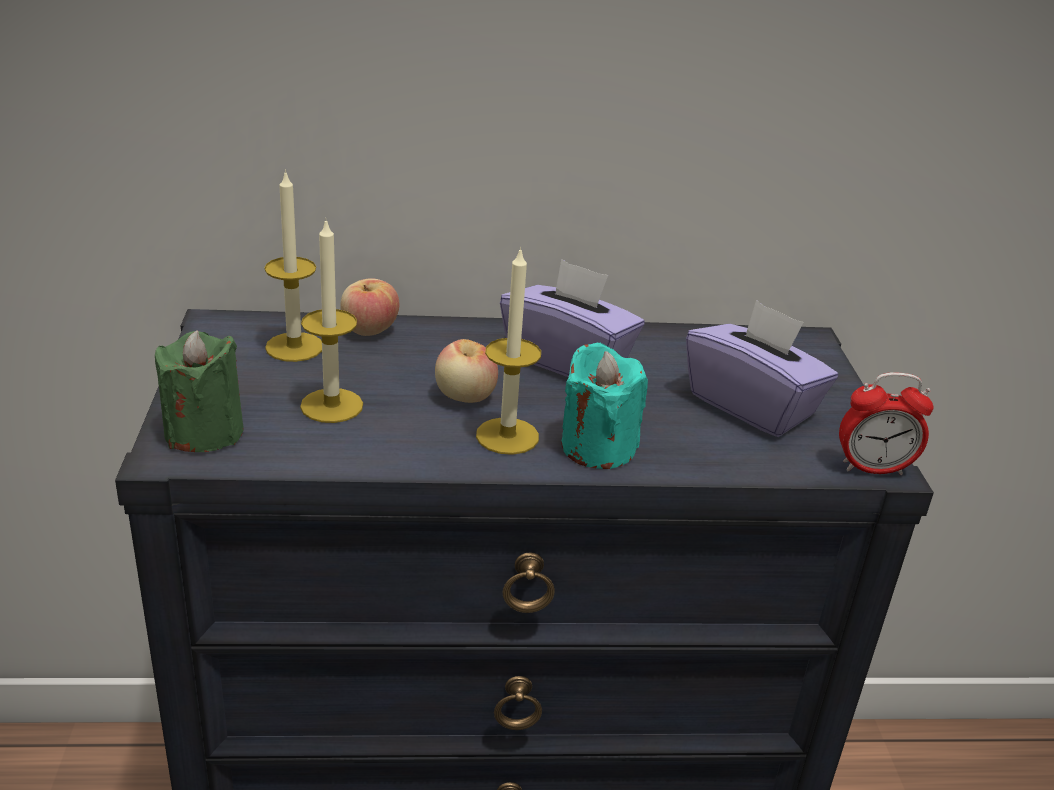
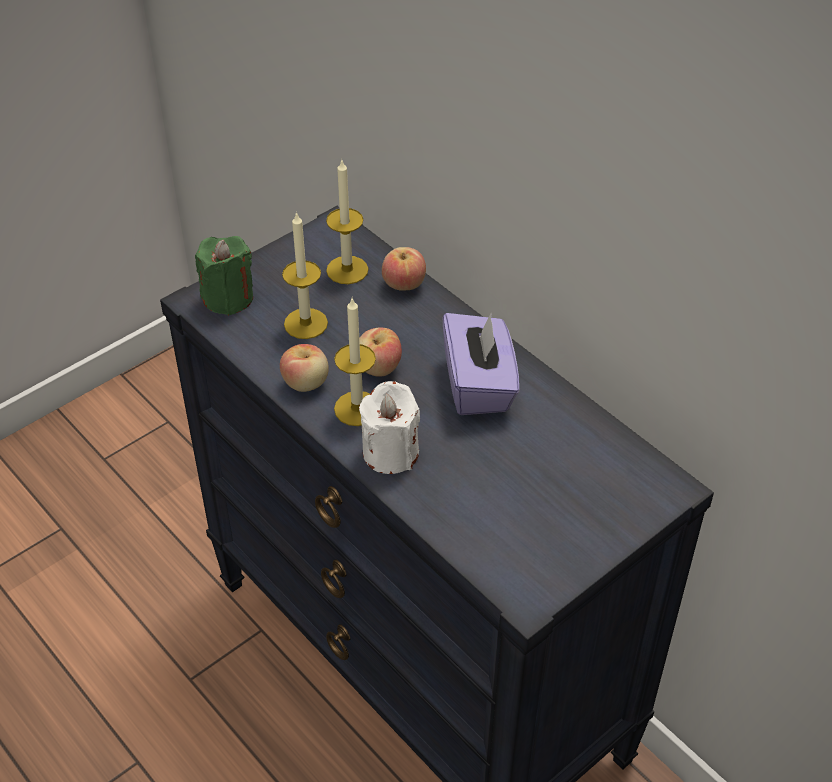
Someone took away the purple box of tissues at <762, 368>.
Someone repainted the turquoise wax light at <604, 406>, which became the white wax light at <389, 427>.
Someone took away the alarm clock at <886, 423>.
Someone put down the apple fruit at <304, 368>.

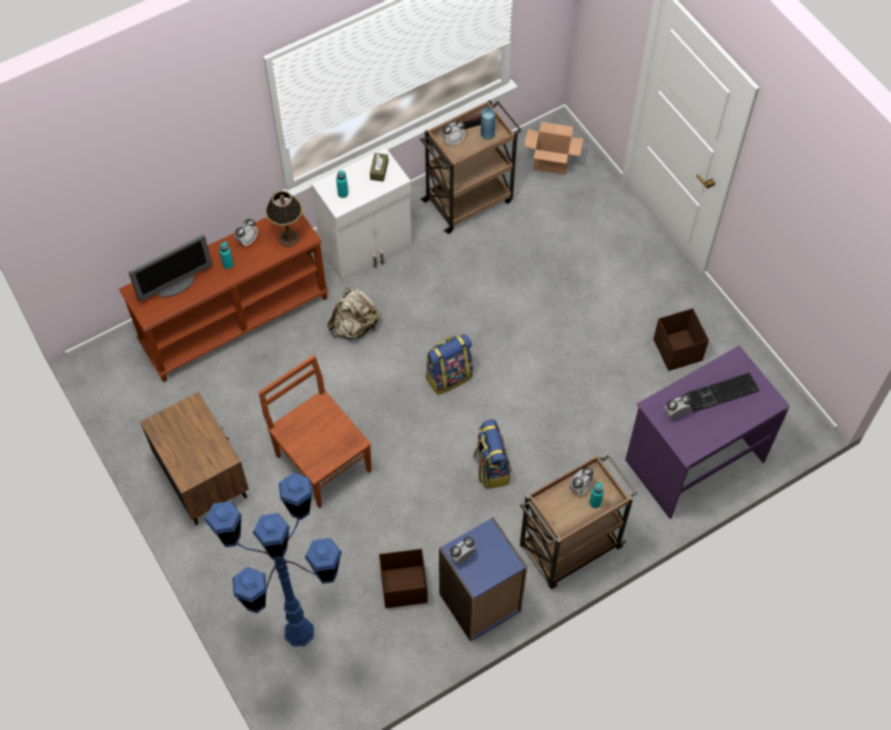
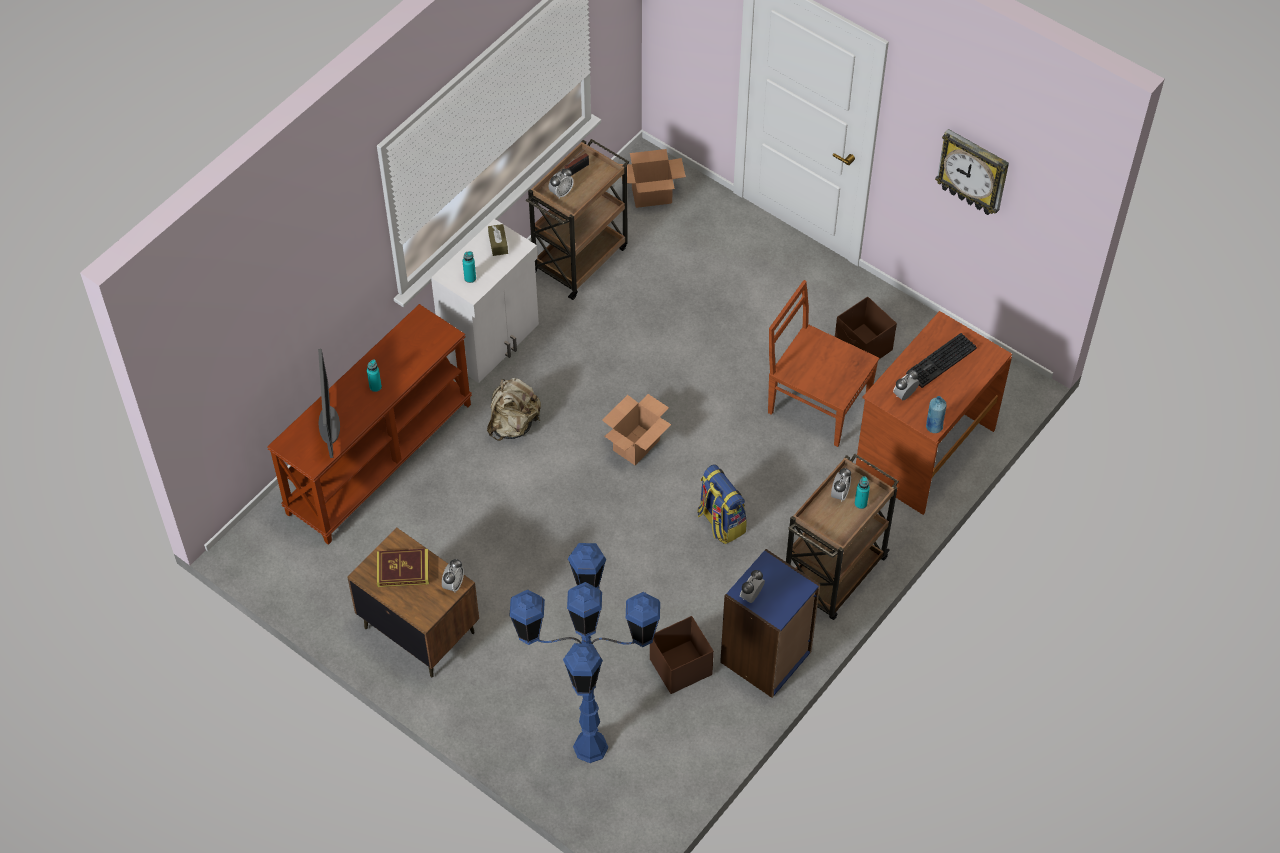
Someone carried the bluish bottle from <488, 123> to <936, 414>.
Someone took away the table lamp at <284, 219>.
Someone carried the alarm clock from <246, 232> to <453, 575>.
Someone rotated the monitor at <170, 268> by 45 degrees counterclockwise.
Someone swapped the backpack at <449, 364> for the cardboard box at <636, 429>.
Someone repainted the purple desk unit at <707, 432>, which became the brown desk unit at <934, 413>.
Someone carried the brown upright chair from <314, 431> to <823, 363>.
Someone put up the wall clock at <972, 172>.
Someone put down the volume at <403, 568>.

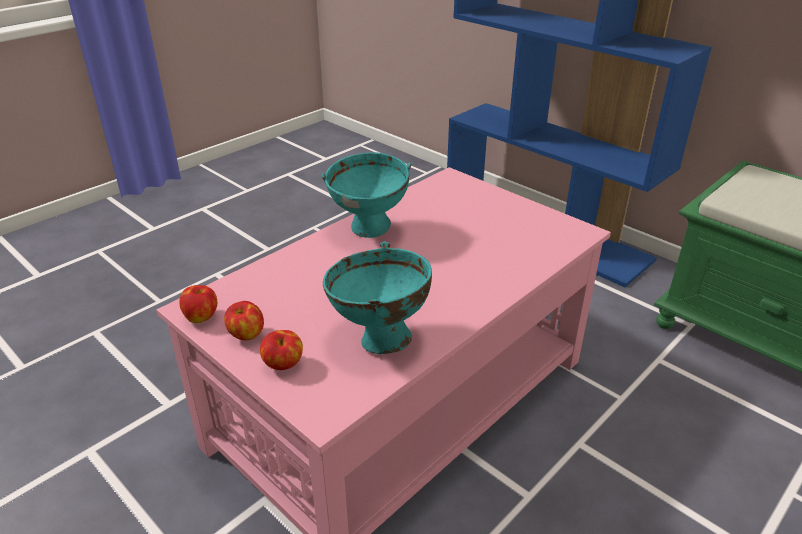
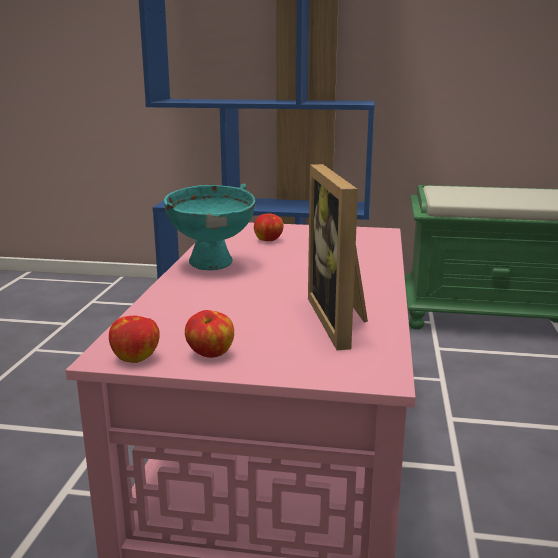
Someone swapped the turquoise deep dish at <377, 297> for the picture frame at <338, 257>.
Someone carried the apple fruit from <281, 350> to <269, 227>.

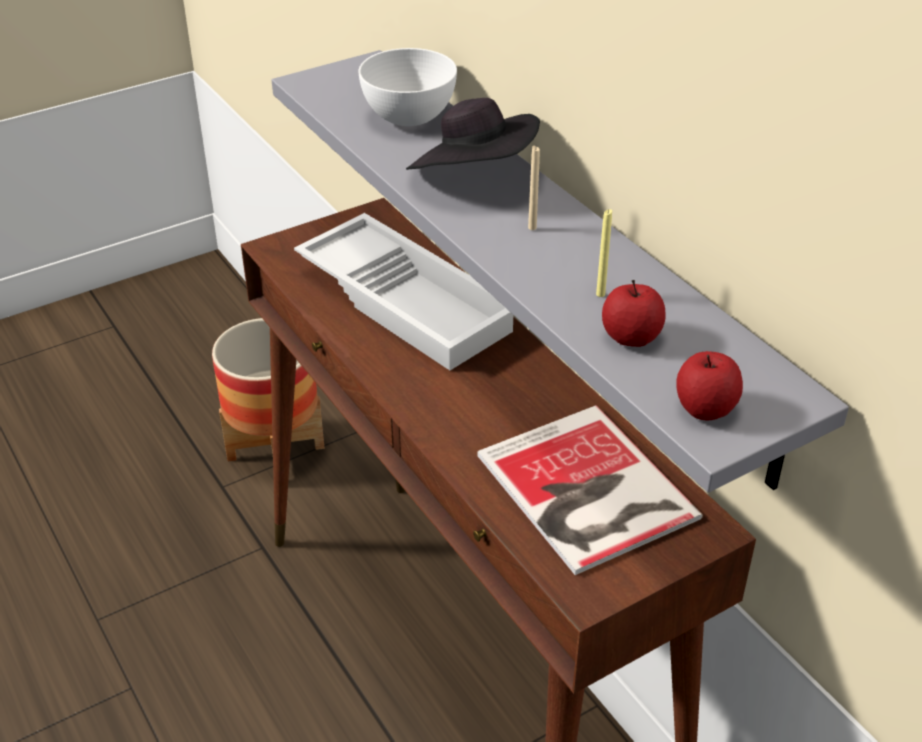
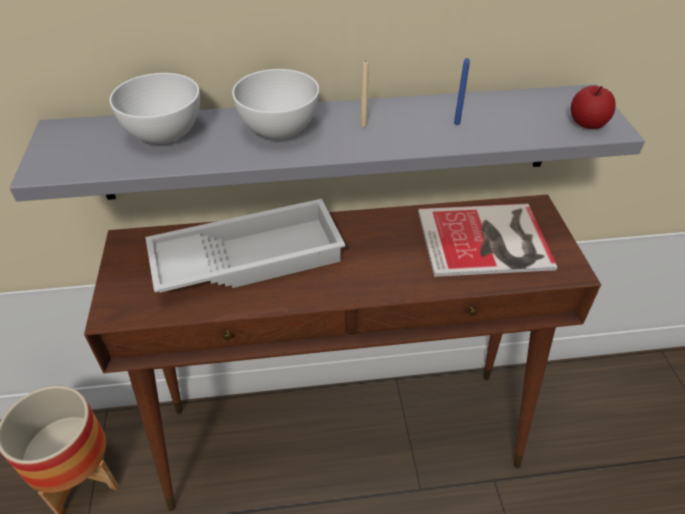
Someone swapped the blackish clothing hat at <473, 134> for the white deep dish at <275, 104>.
Someone repainted the yellow wax light at <604, 253>, which became the bluish wax light at <462, 91>.
Someone took away the apple fruit at <633, 313>.

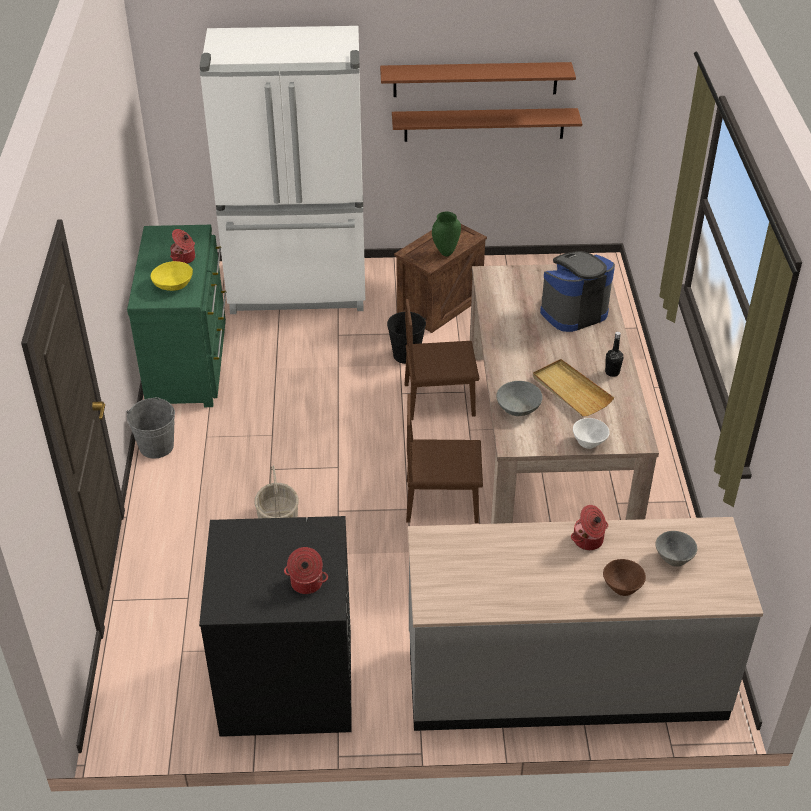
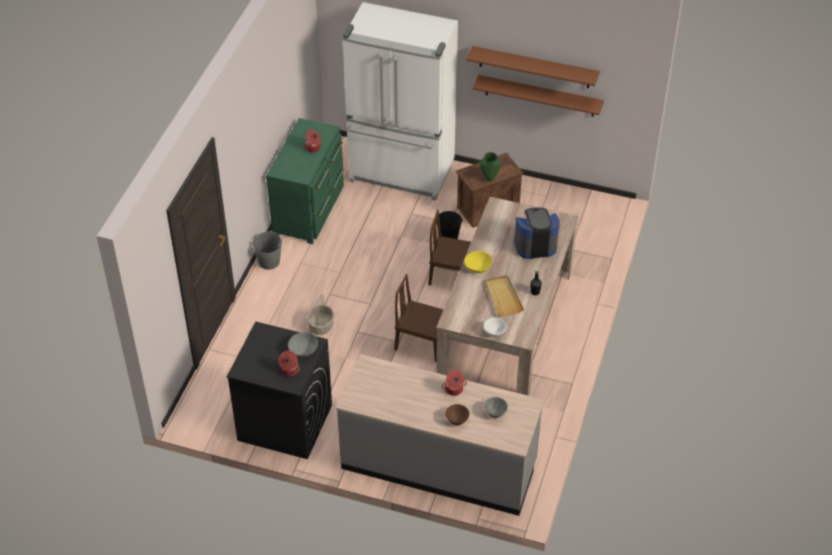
Someone carried the yellow deep dish from <172, 276> to <478, 262>.
Someone carried the greyish deep dish from <519, 398> to <303, 344>.

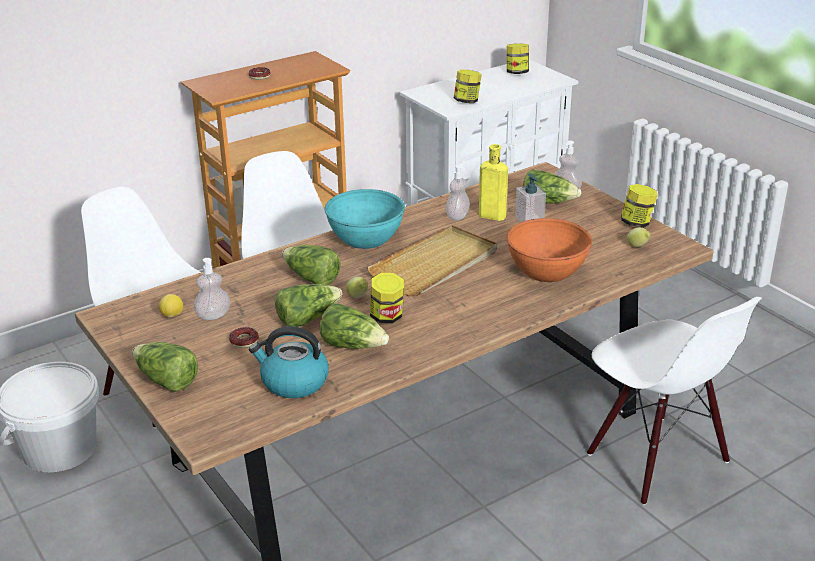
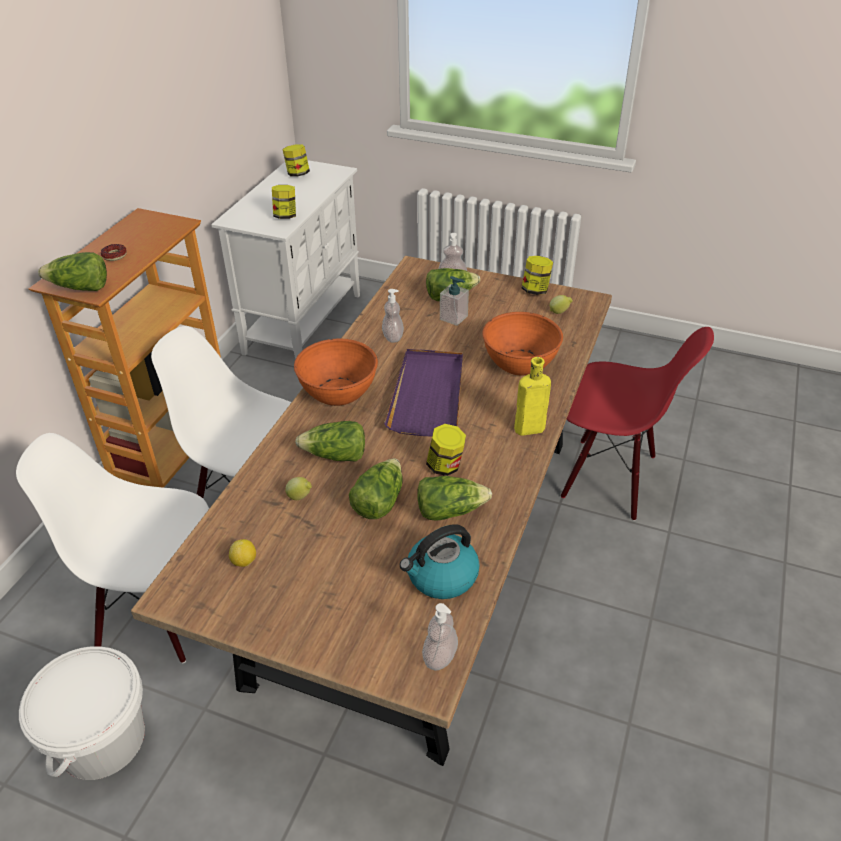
Someone carried the yellow bottle from <493, 182> to <532, 396>.
Someone repainted the turquoise deep dish at <364, 219>, which became the orange-coloured deep dish at <336, 372>.
Someone repainted the beige tray at <432, 260>, which became the purple tray at <423, 392>.
Someone carried the soap bottle from <212, 289> to <440, 637>.
Someone carried the citrus fruit from <357, 287> to <298, 488>.
Someone repainted the white upright chair at <674, 401>, which became the reddish upright chair at <637, 424>.
Someone took away the donut at <244, 337>.
Someone carried the lettuce head from <165, 367> to <72, 271>.

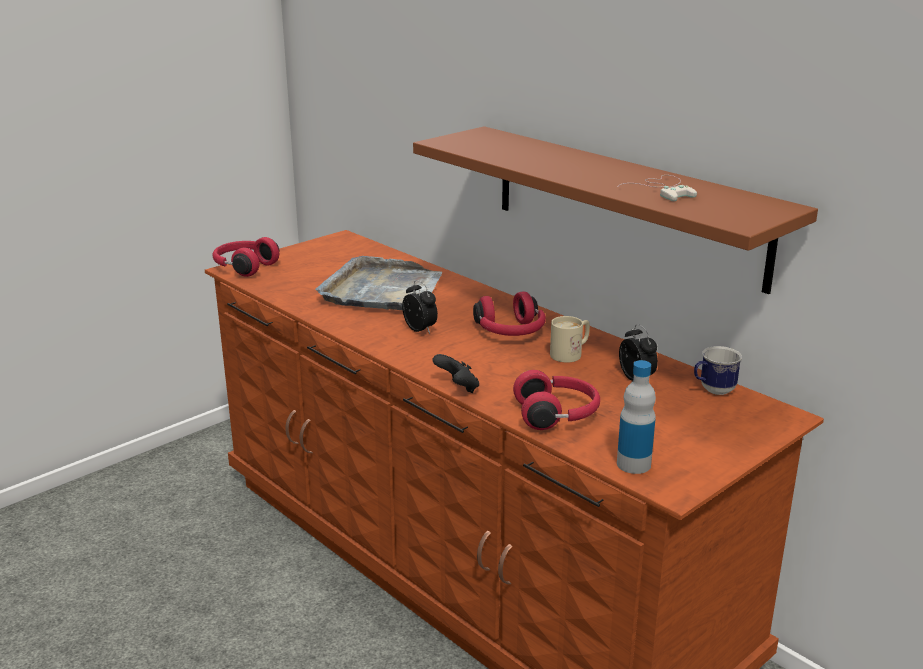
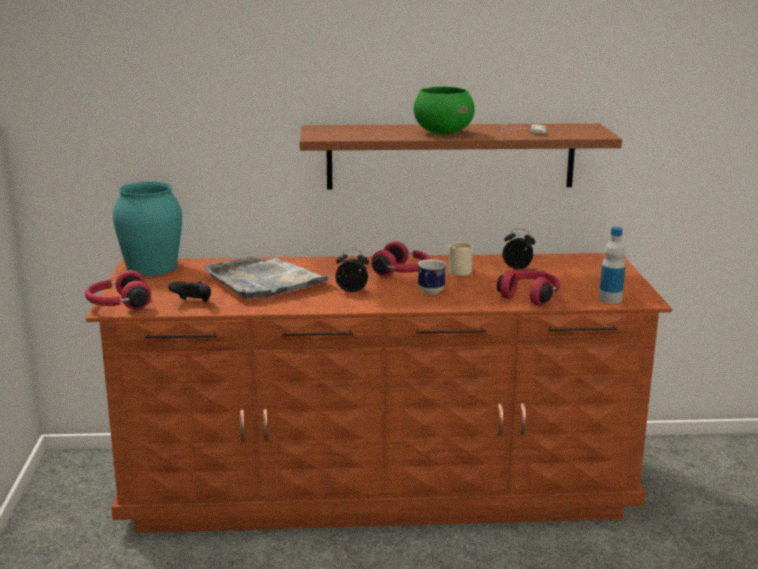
Someone carried the tea mug from <718, 370> to <432, 276>.
Someone carried the blackish gamepad from <455, 373> to <189, 291>.
Someone put down the greenish deep dish at <444, 110>.
Someone put down the turquoise decorative vase at <147, 229>.

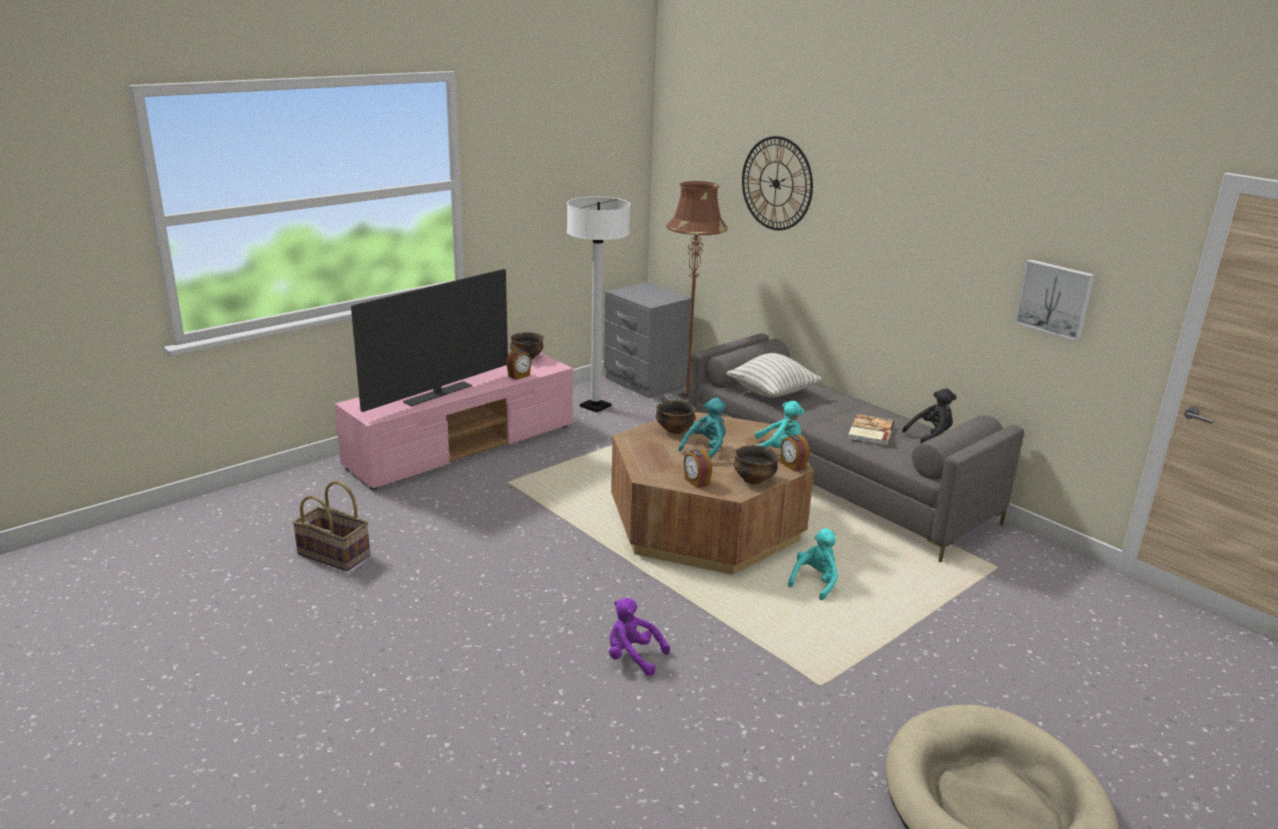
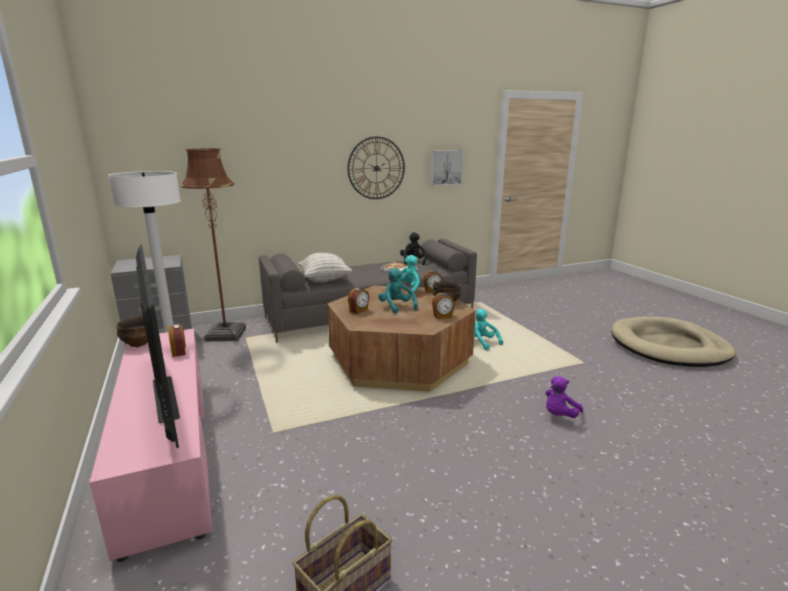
Someone carried the wall clock from <777, 183> to <376, 167>.
Someone swapped the deep dish at <676, 417> for the alarm clock at <358, 300>.

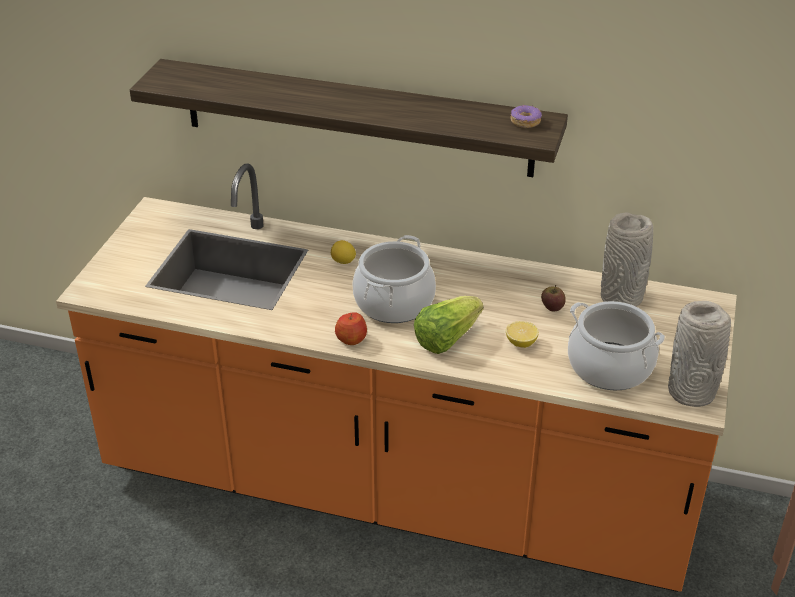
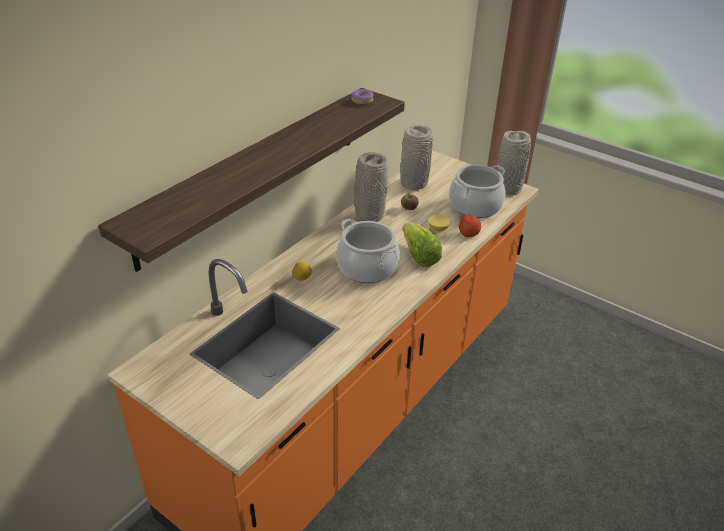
Someone carried the apple fruit from <351, 328> to <470, 226>.
Someone put down the greyish decorative vase at <371, 187>.

